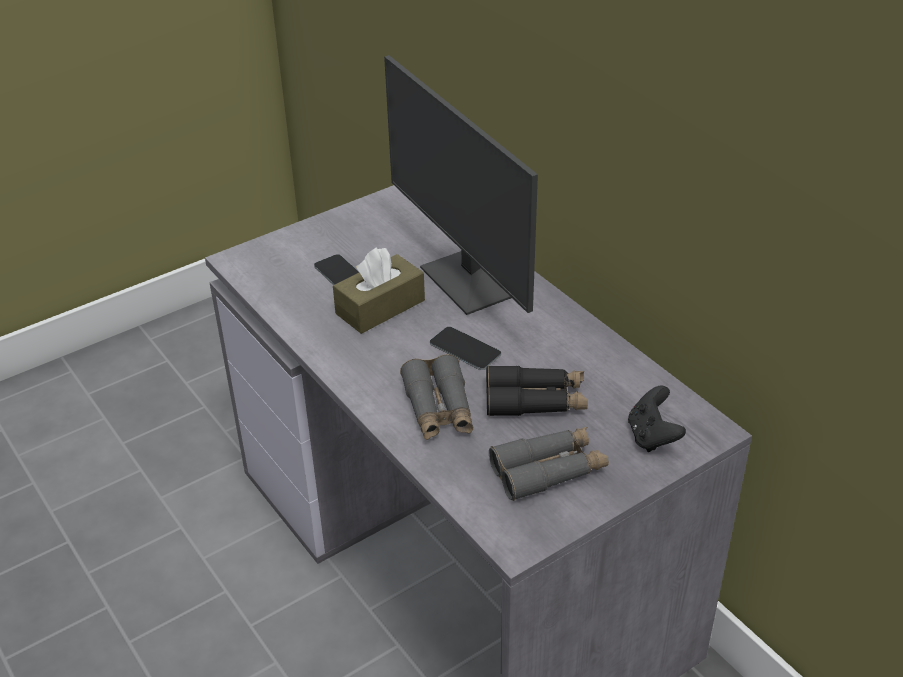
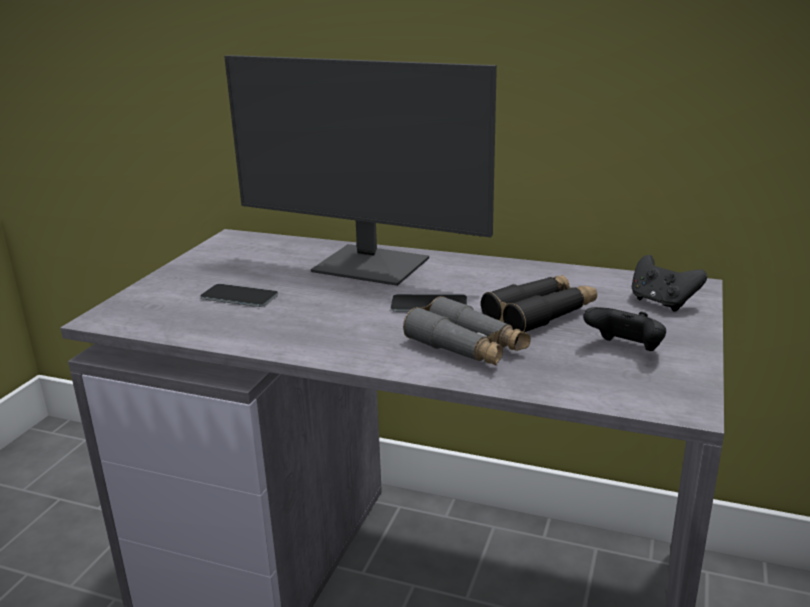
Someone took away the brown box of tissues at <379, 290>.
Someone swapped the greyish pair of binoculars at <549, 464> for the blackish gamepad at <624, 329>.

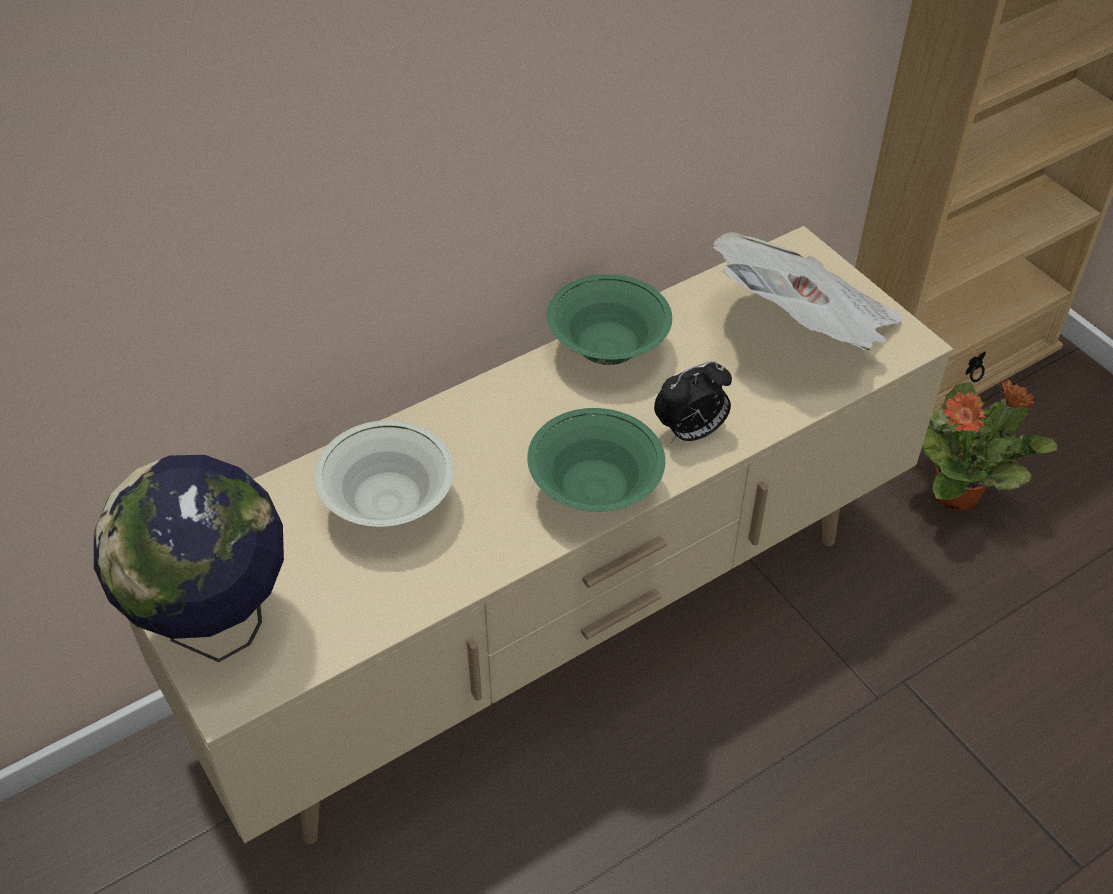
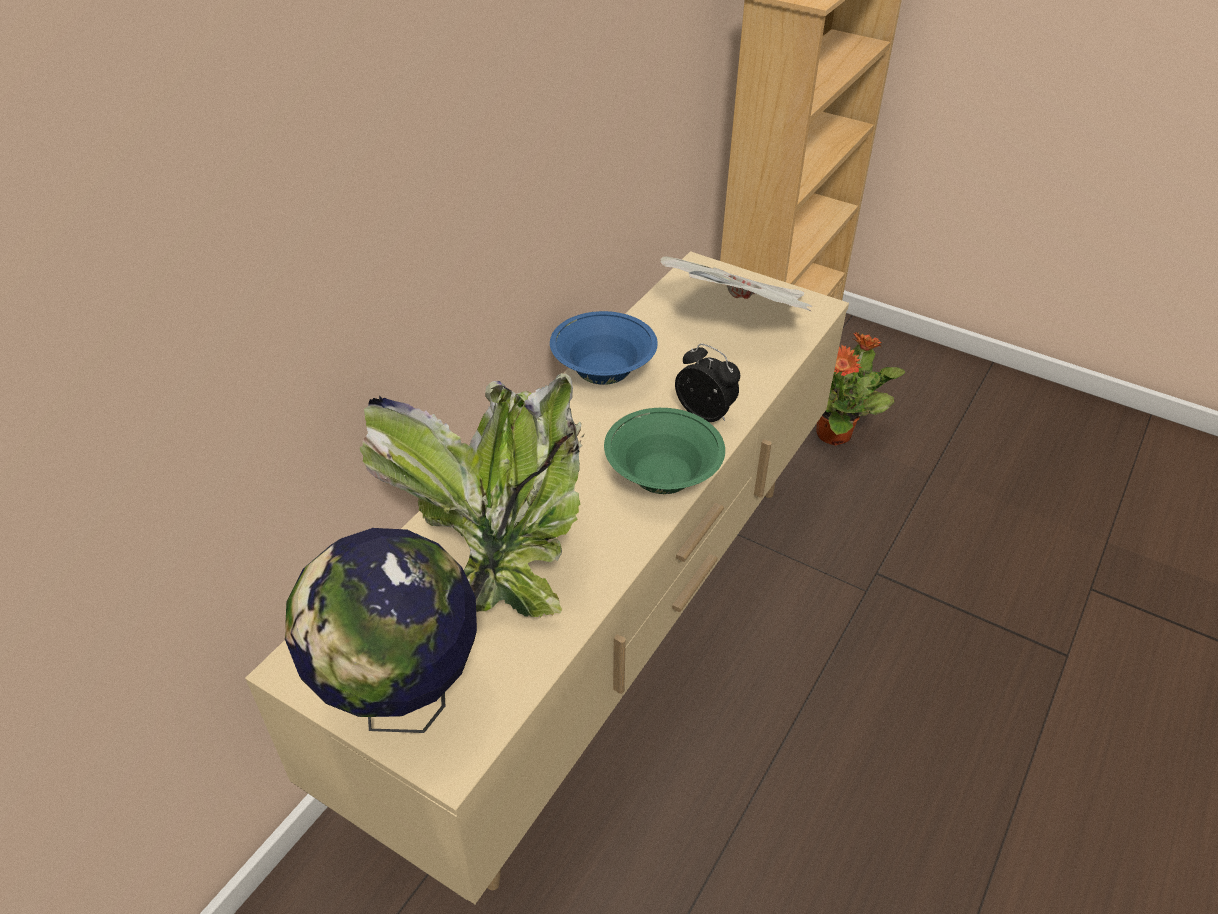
Someone repainted the greenish deep dish at <609, 319>, which became the bluish deep dish at <604, 348>.
Someone rotated the alarm clock at <693, 402> by 90 degrees counterclockwise.
Someone swapped the white deep dish at <384, 473> for the plant in a pot at <472, 495>.

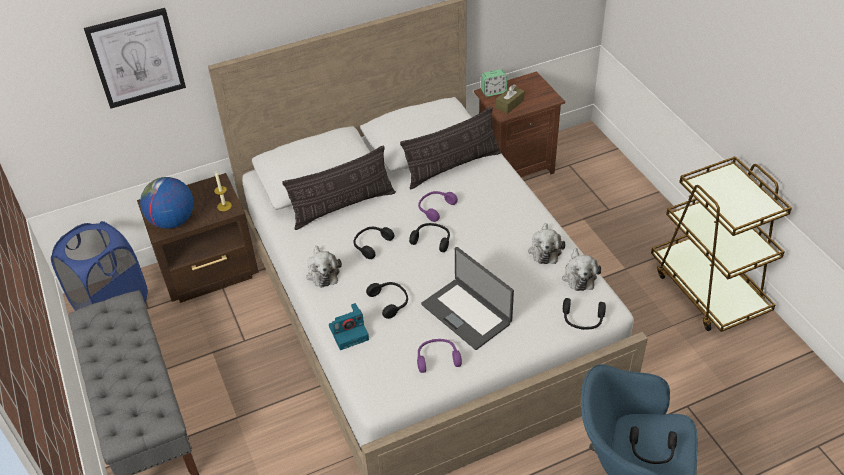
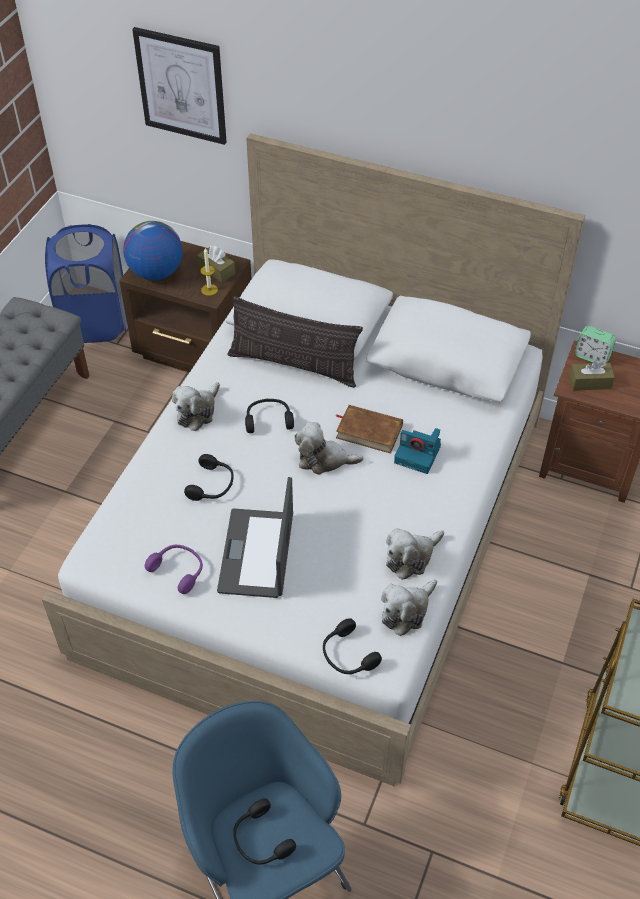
Someone took away the throw pillow at <450, 148>.
Someone swapped the purple headset at <438, 206> for the brown volume at <369, 429>.
Someone swapped the blackish headset at <429, 237> for the cuddly toy at <329, 448>.
Someone carried the still camera from <349, 326> to <417, 451>.
Someone put down the brown box of tissues at <216, 263>.

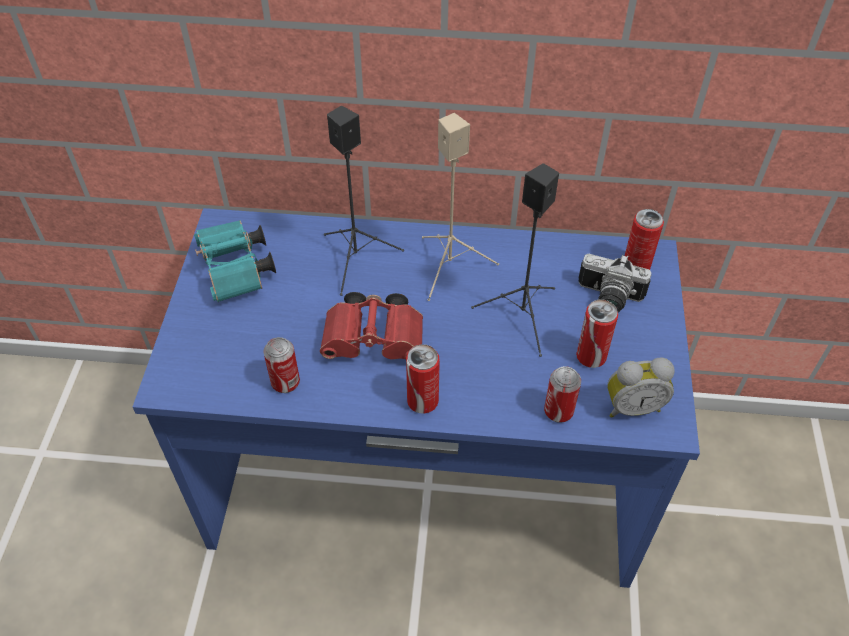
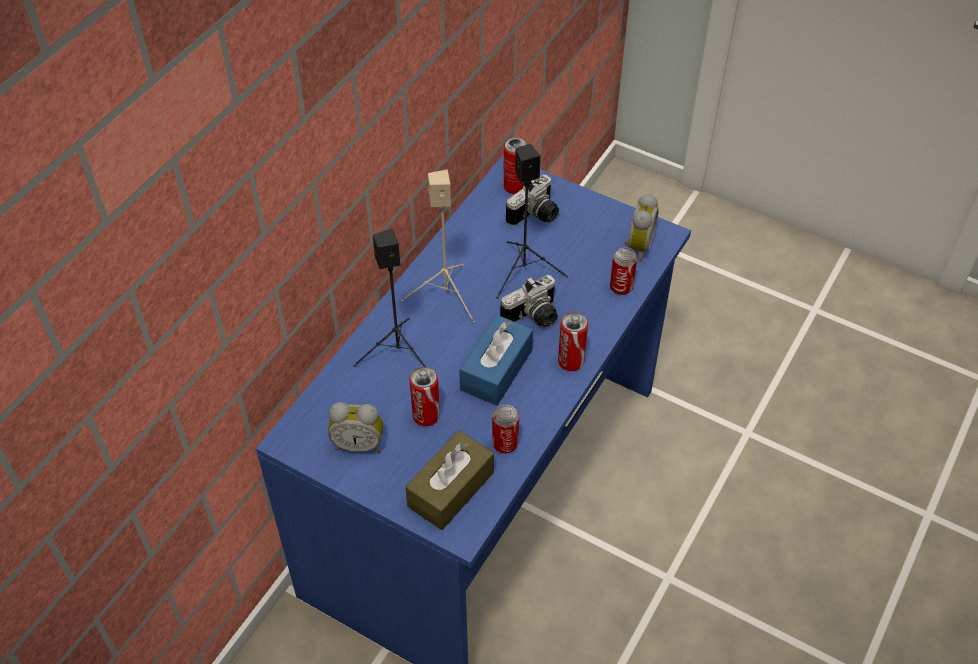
Someone swapped the turquoise pair of binoculars at <235, 261> for the alarm clock at <355, 427>.
Someone swapped the reddish pair of binoculars at <371, 325> for the bluish box of tissues at <496, 360>.
Someone carried the sealed can from <597, 333> to <424, 396>.
Someone put down the still camera at <529, 301>.
Someone put down the brown box of tissues at <449, 480>.

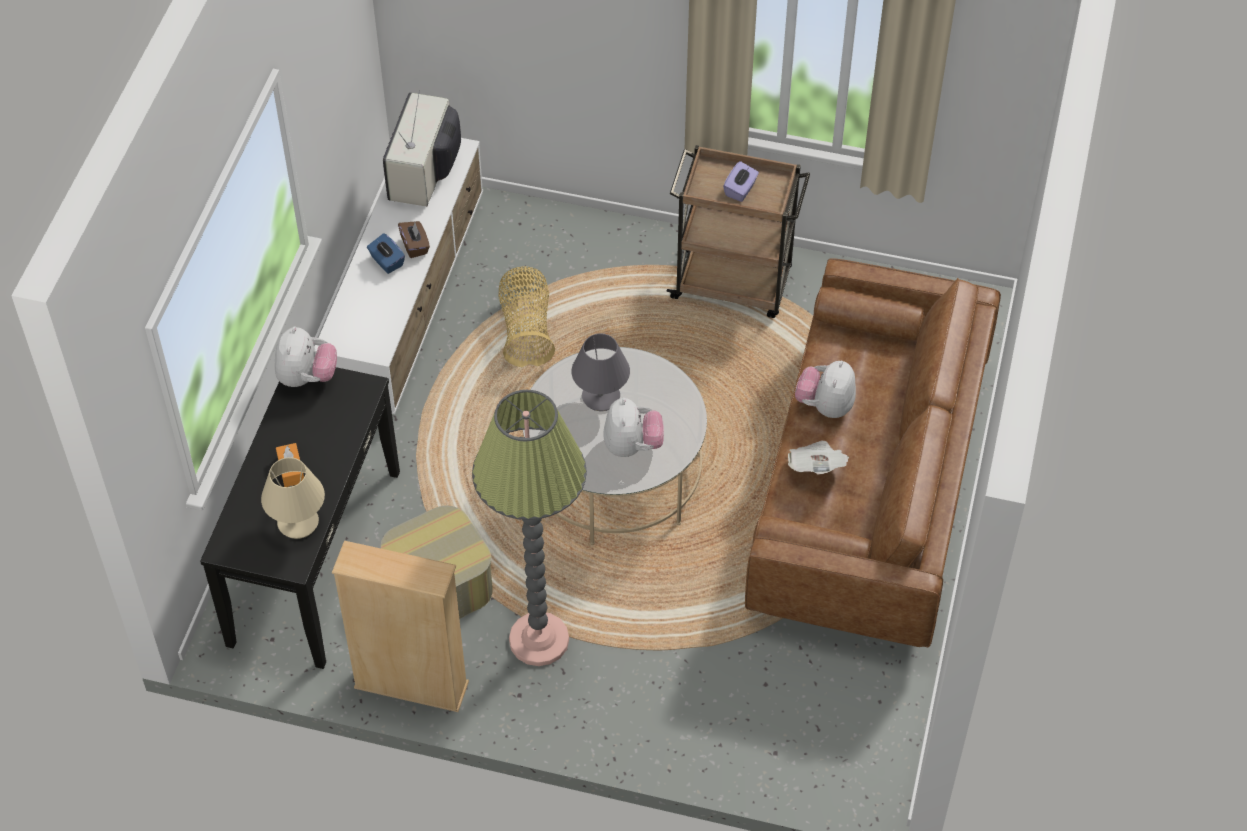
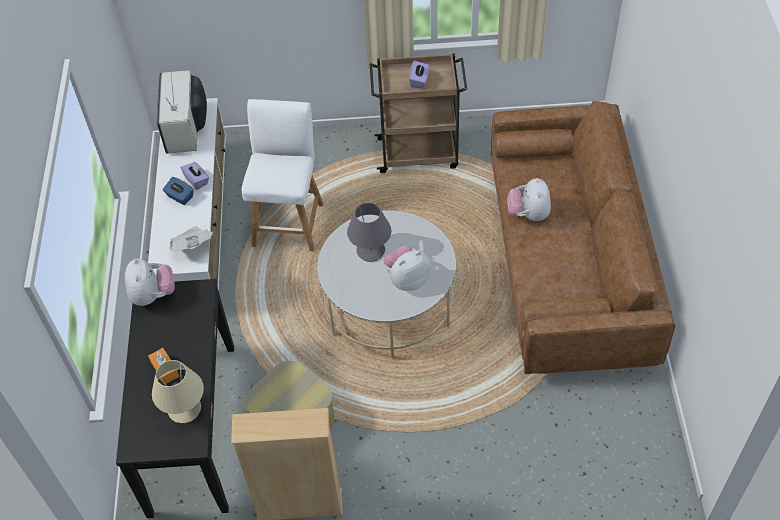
Someone repainted the brown box of tissues at <414, 239>, which became the purple box of tissues at <195, 176>.
Someone swapped the household basket at <526, 316> for the white stool seat at <283, 175>.
Someone took away the floor lamp at <529, 528>.
Someone rotated the cuddly toy at <633, 427> by 105 degrees counterclockwise.
Someone carried the newspaper from <818, 458> to <191, 239>.

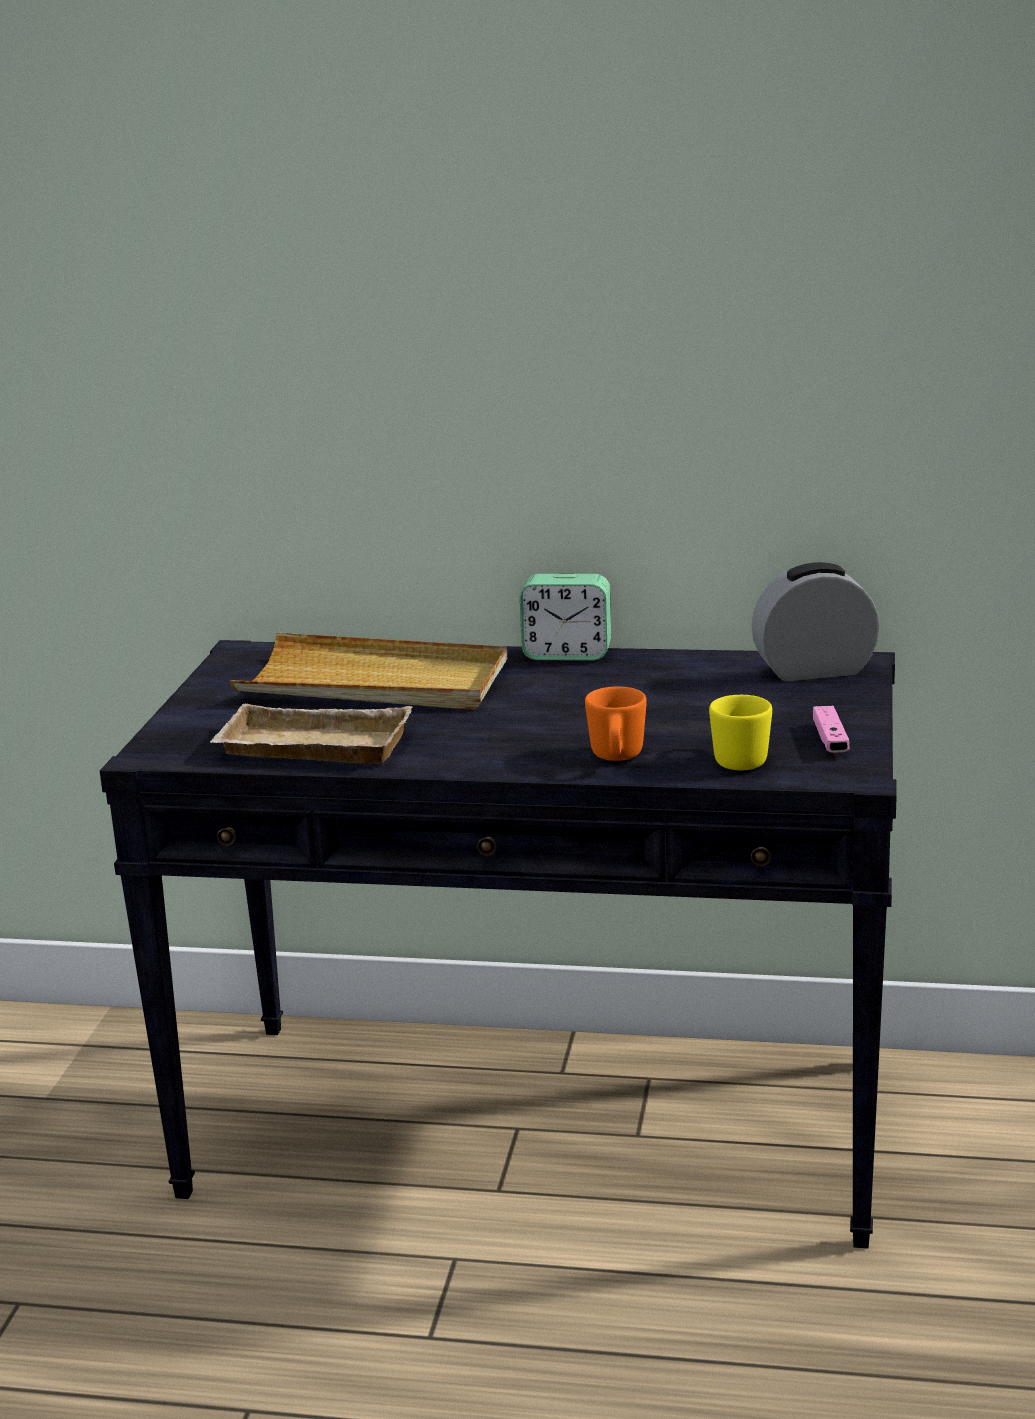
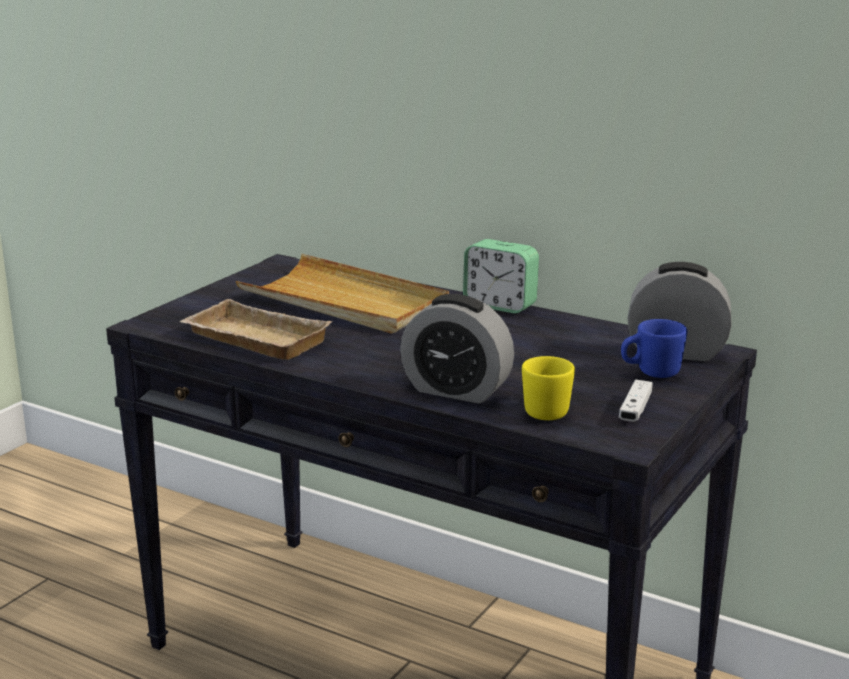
Someone swapped the orange-coloured tea mug at <616, 724> for the alarm clock at <457, 349>.
Someone repainted the pink gamepad at <831, 729>, which became the white gamepad at <636, 401>.
Someone put down the bluish tea mug at <654, 348>.

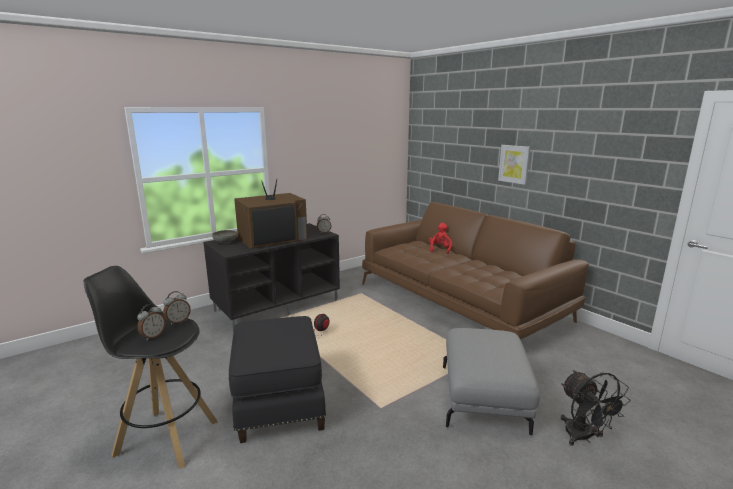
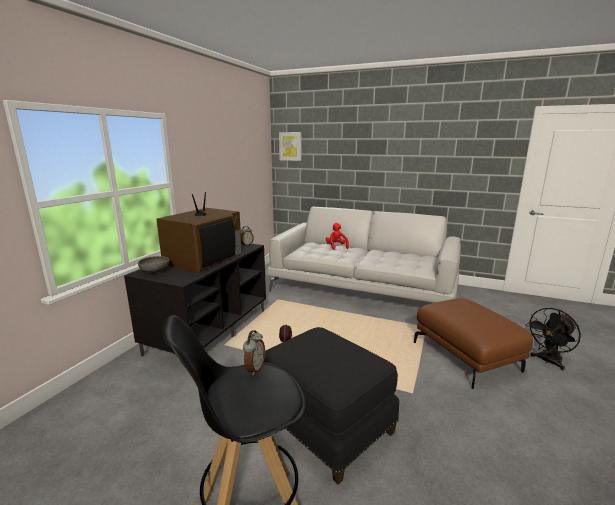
Someone carried the wall picture from <514, 165> to <290, 146>.
Someone repainted the brown settee at <475, 271>, which became the white settee at <364, 255>.
Someone took away the alarm clock at <151, 322>.
Someone repainted the greyish ottoman at <491, 382>, which became the brown ottoman at <473, 343>.
Someone rotated the blackish cooling fan at <596, 408> by 105 degrees clockwise.

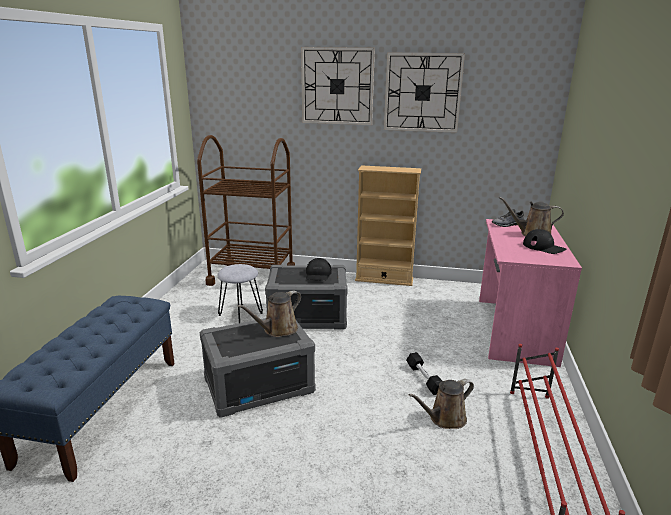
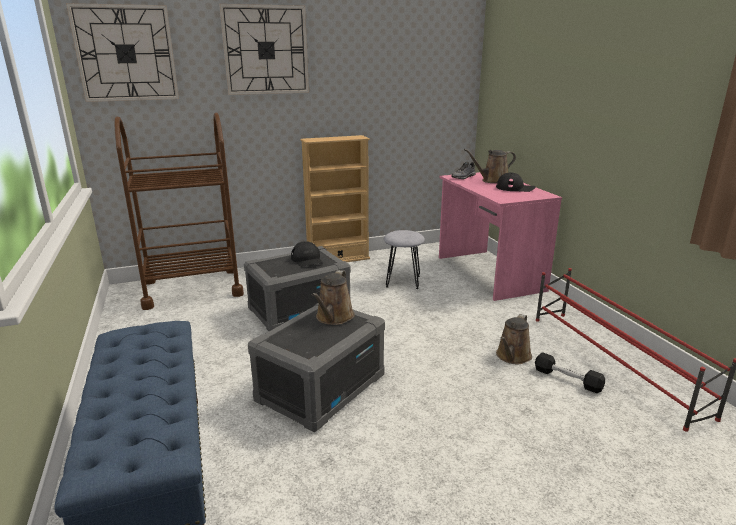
Someone carried the wall clock from <424, 92> to <122, 52>.
Someone carried the greyish stool seat from <240, 293> to <404, 259>.
Someone carried the blackish hand weight from <424, 373> to <570, 372>.

